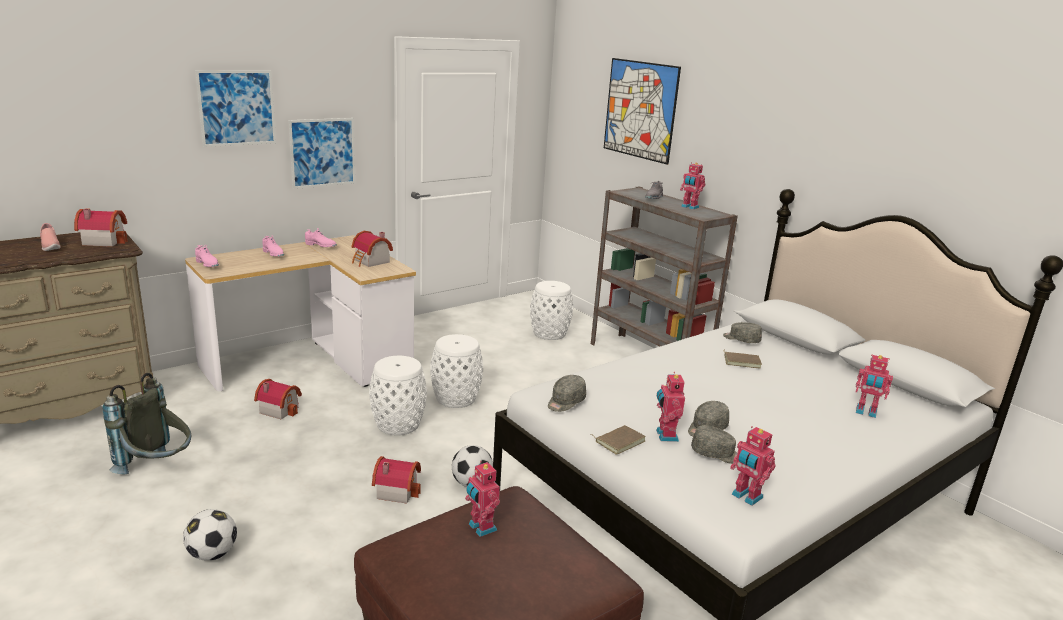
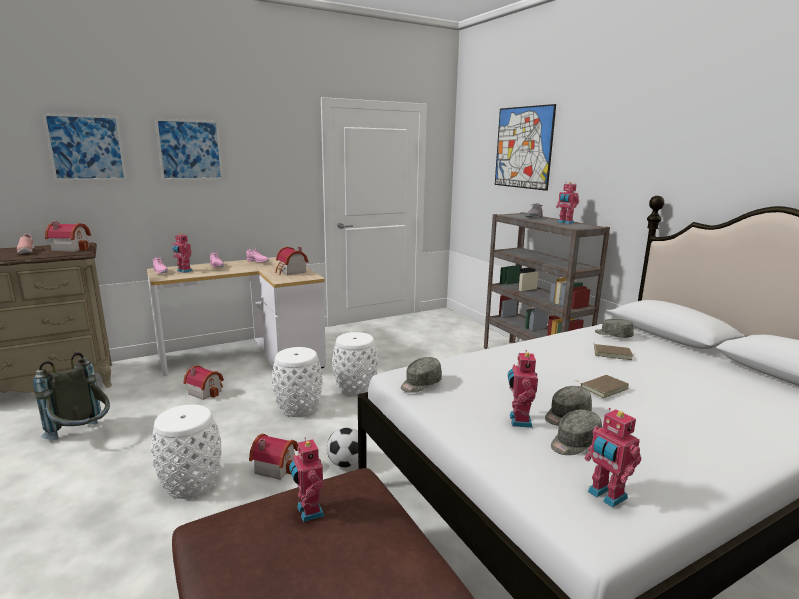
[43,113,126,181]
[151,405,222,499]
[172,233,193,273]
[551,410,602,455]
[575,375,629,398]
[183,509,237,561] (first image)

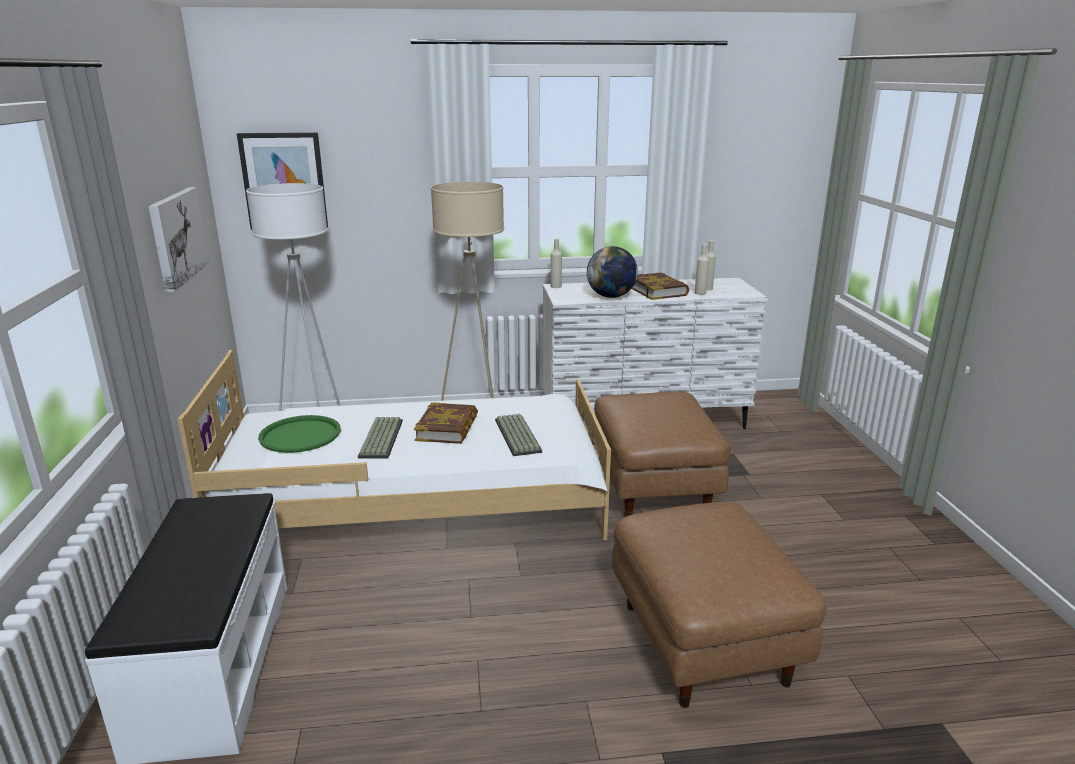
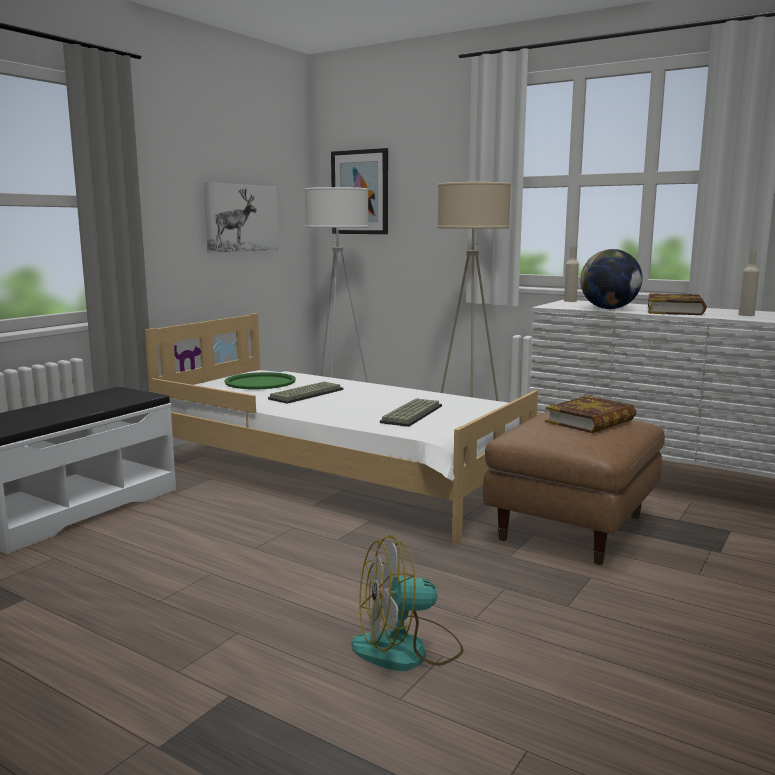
[352,535,464,671]
[545,395,636,433]
[695,244,709,295] (first image)

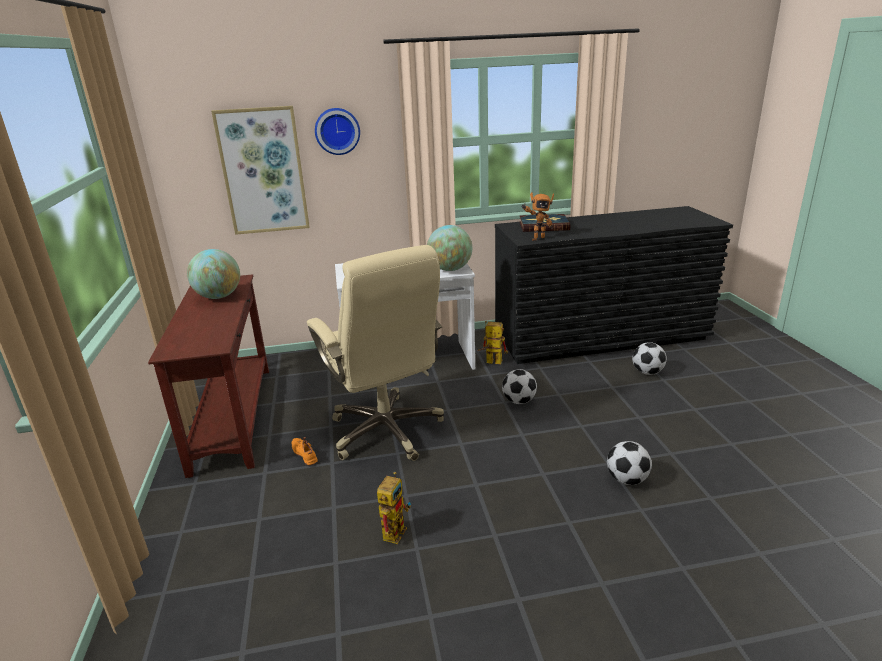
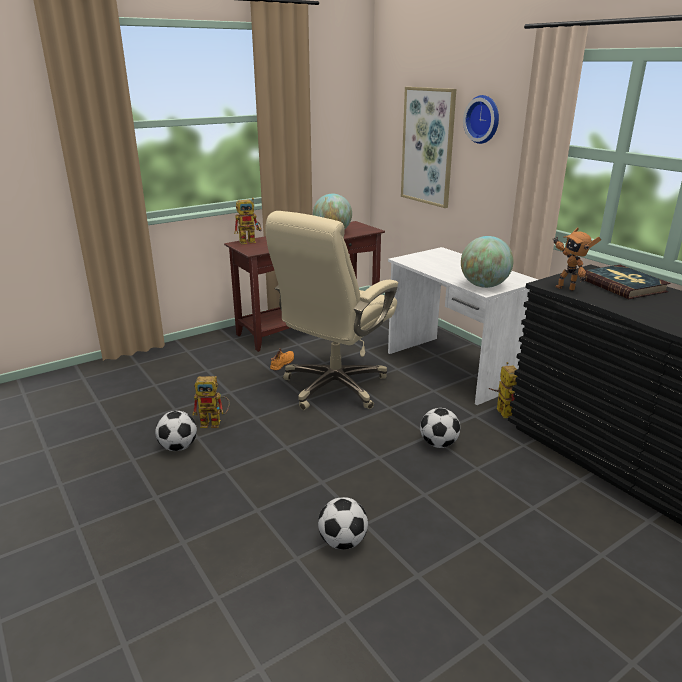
[155,411,197,451]
[234,198,262,244]

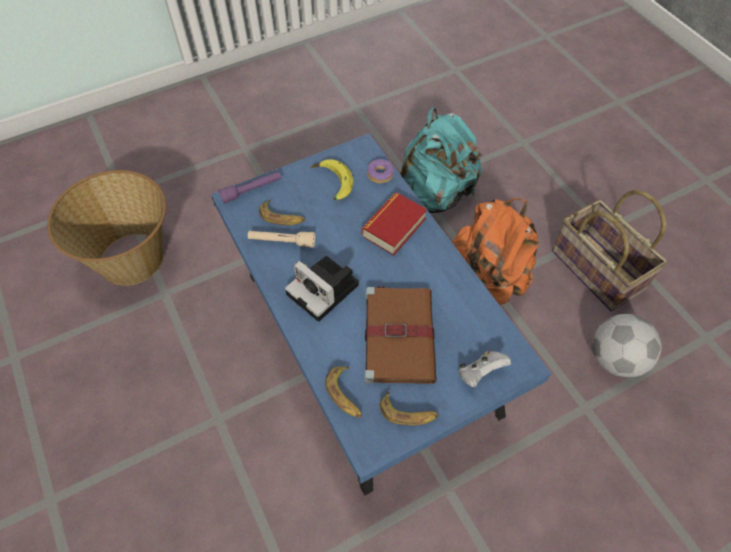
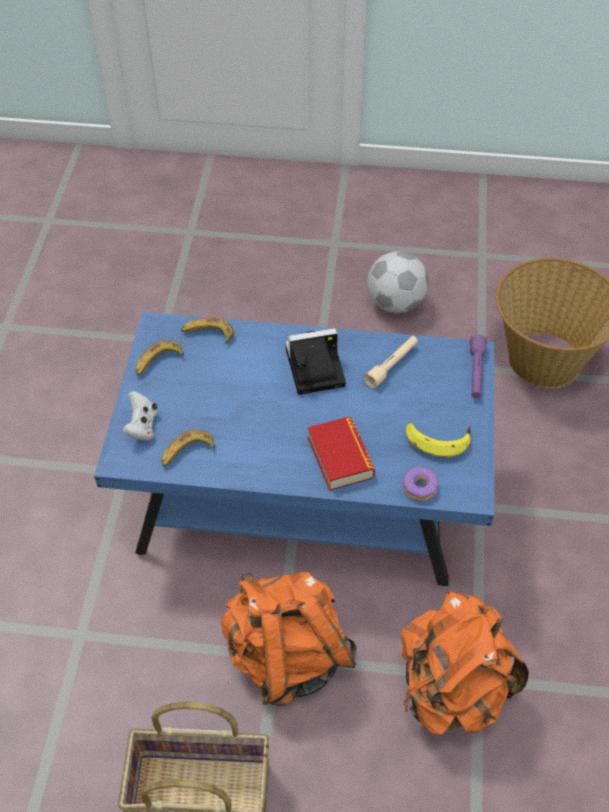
[162,430,215,467]
[367,251,429,313]
[401,591,529,735]
[365,285,436,384] (first image)

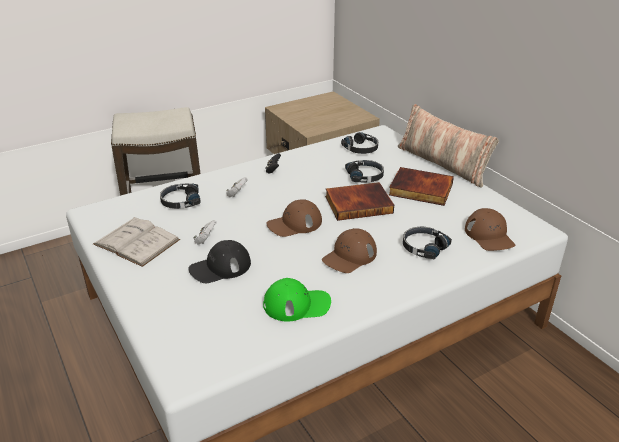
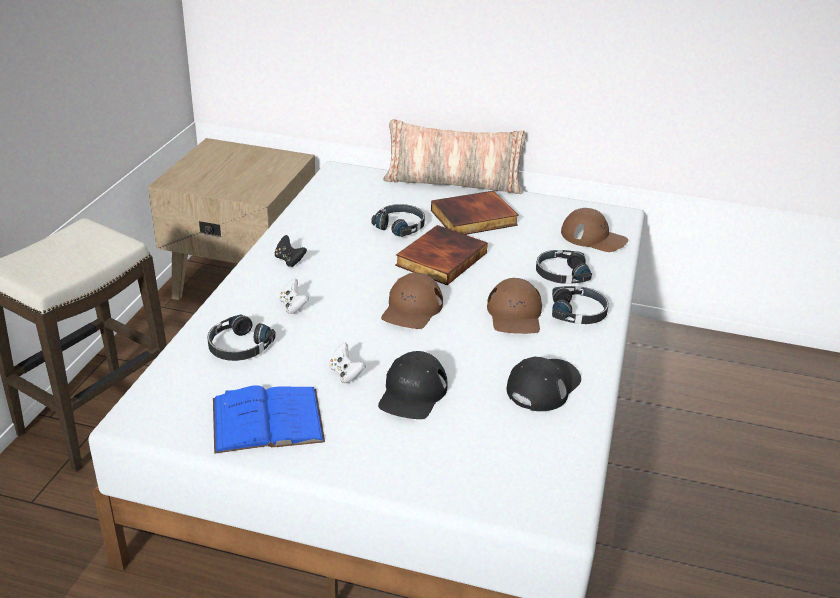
[213,385,325,454]
[507,356,581,411]
[552,286,609,324]

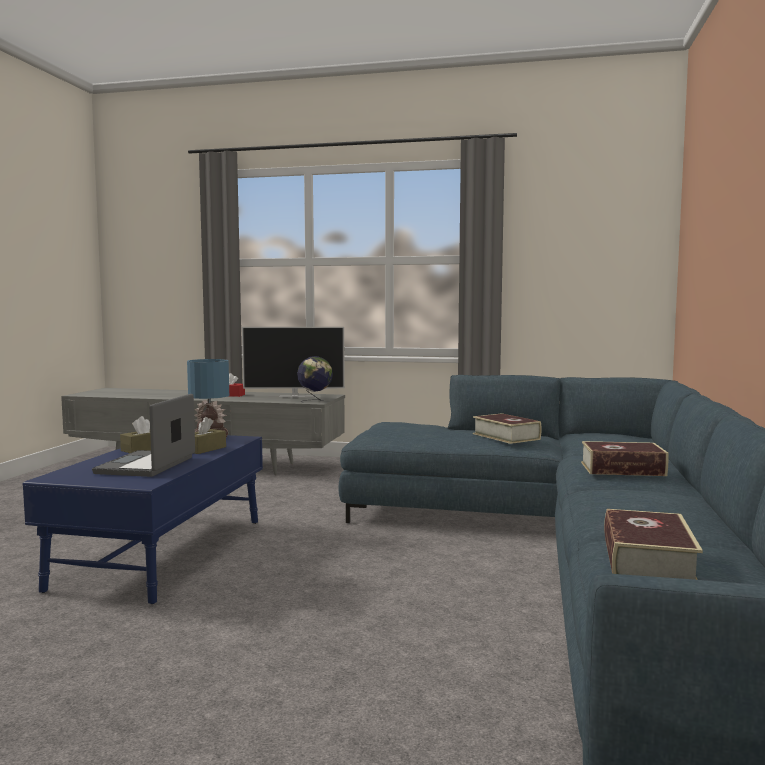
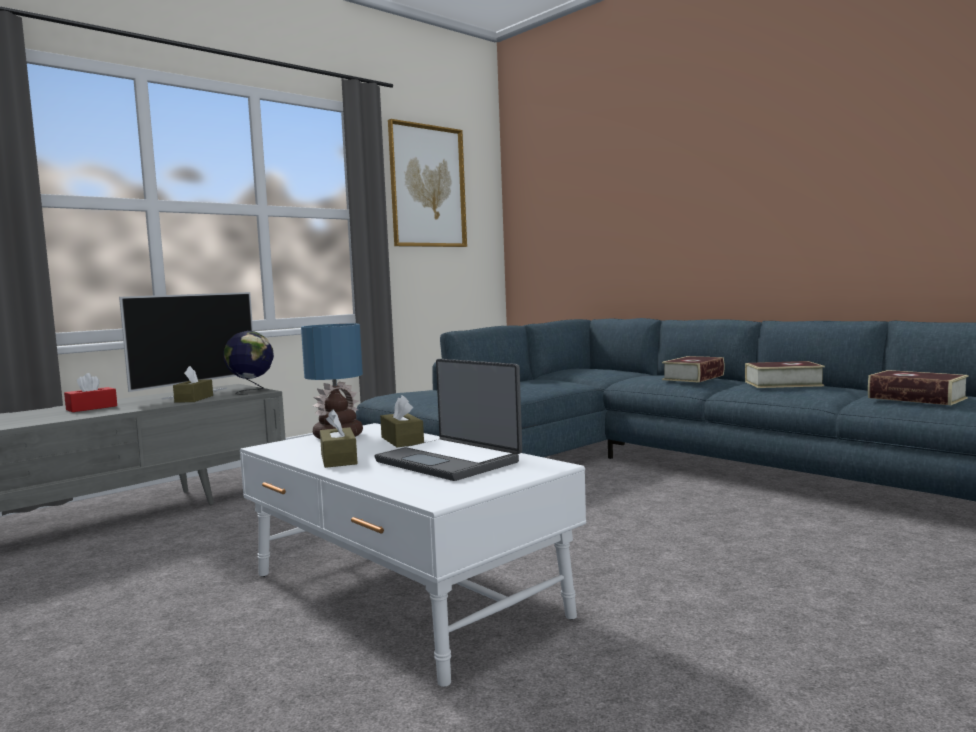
[173,366,213,403]
[240,423,586,687]
[388,119,467,247]
[745,361,825,388]

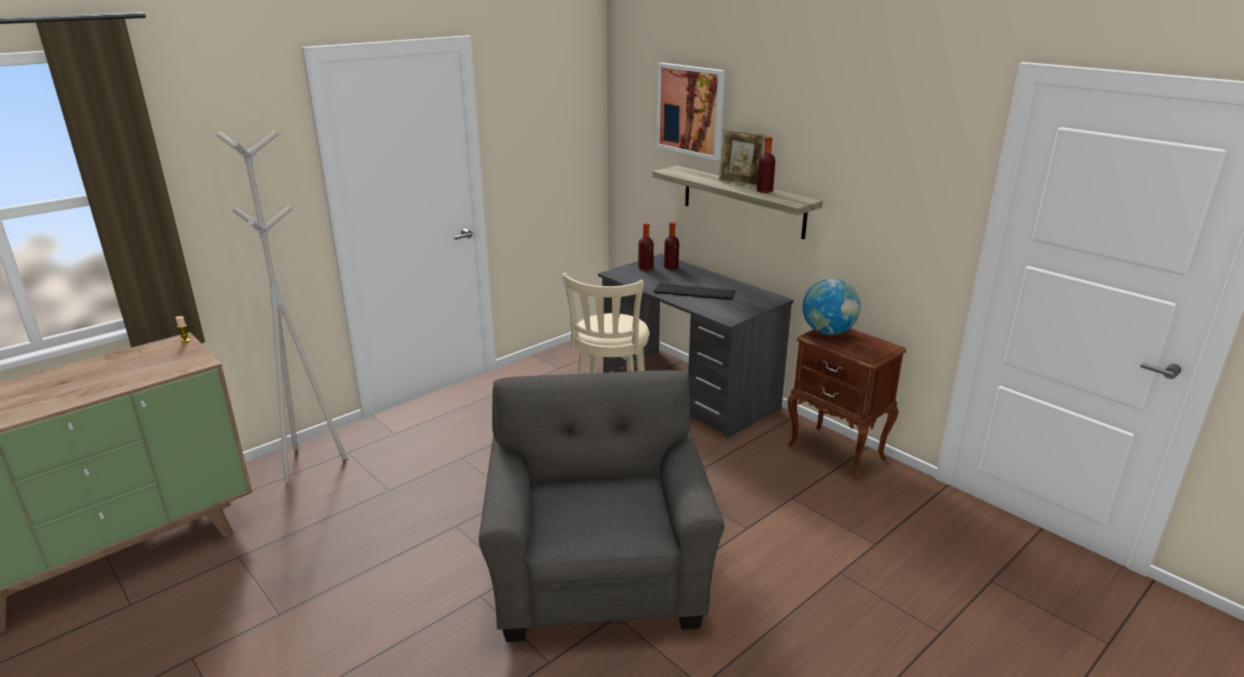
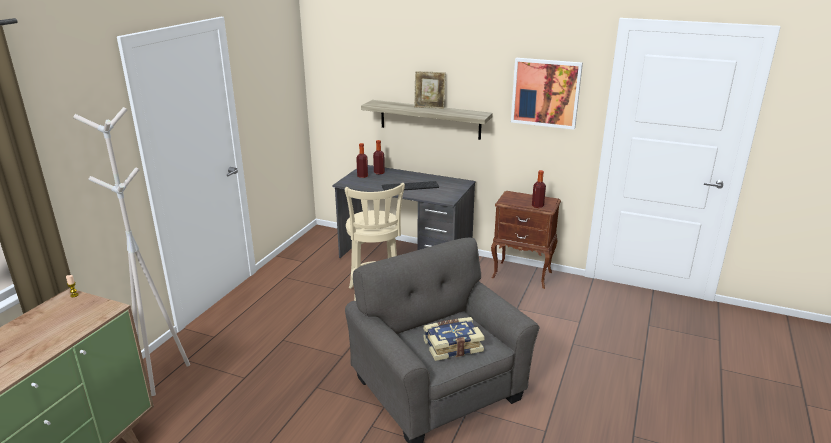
[423,317,485,361]
[511,58,583,130]
[532,170,546,208]
[802,278,861,335] (first image)

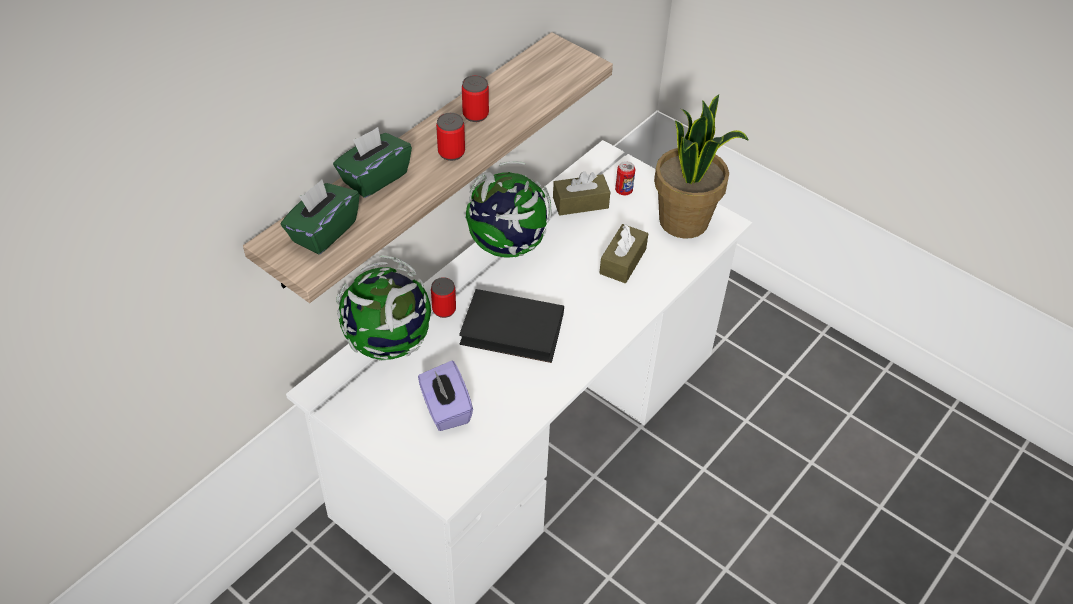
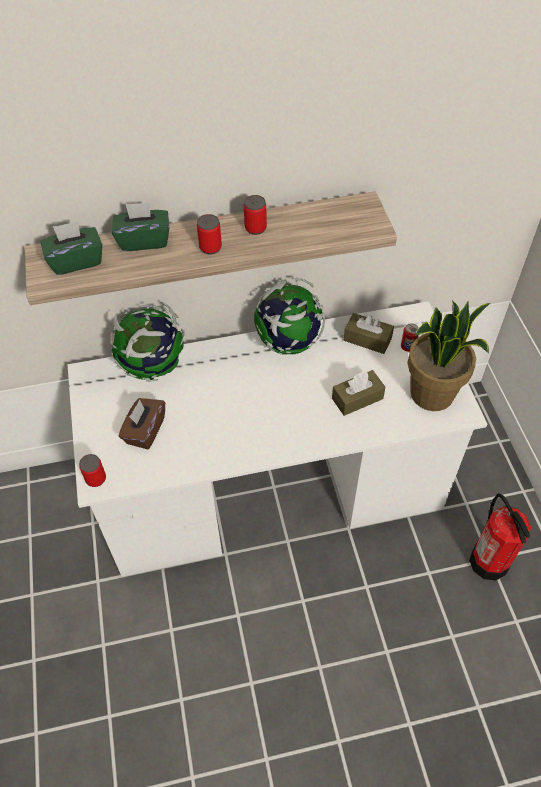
[79,454,106,487]
[119,398,165,449]
[469,493,531,580]
[459,289,564,363] (first image)

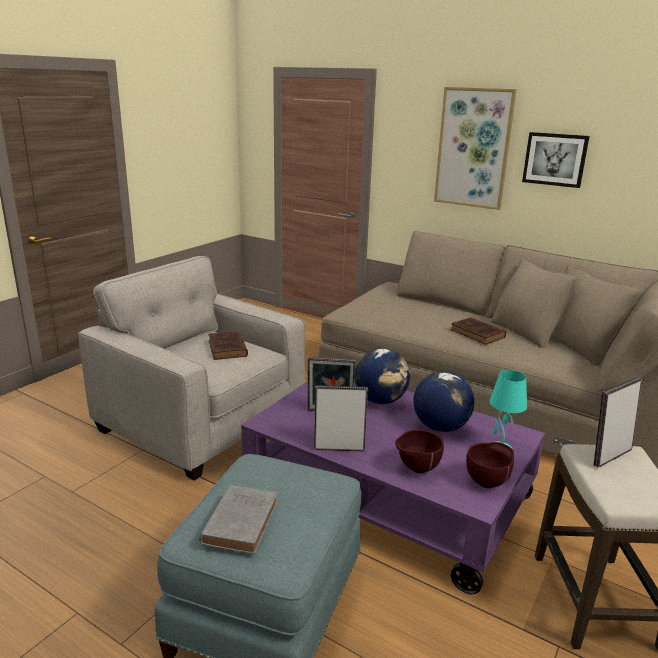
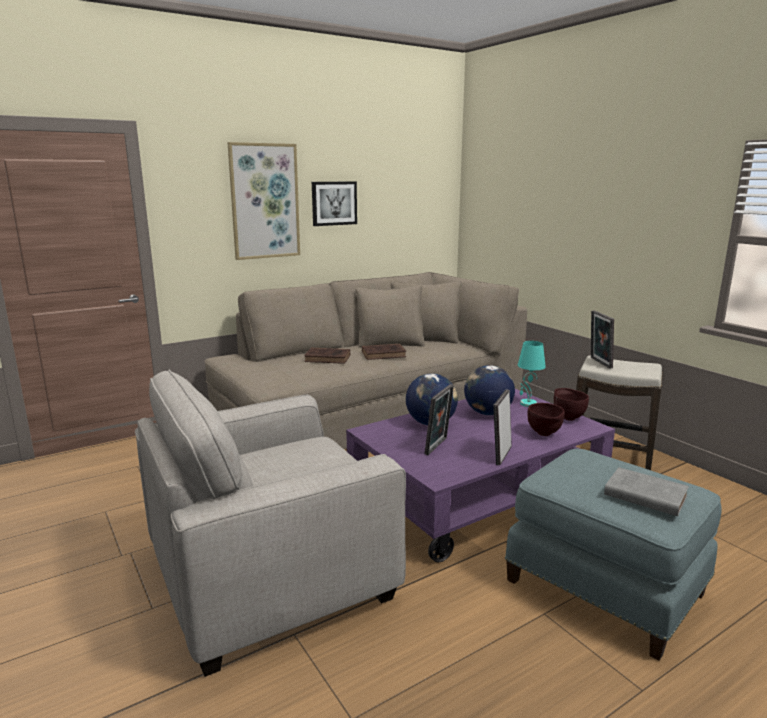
[304,348,350,364]

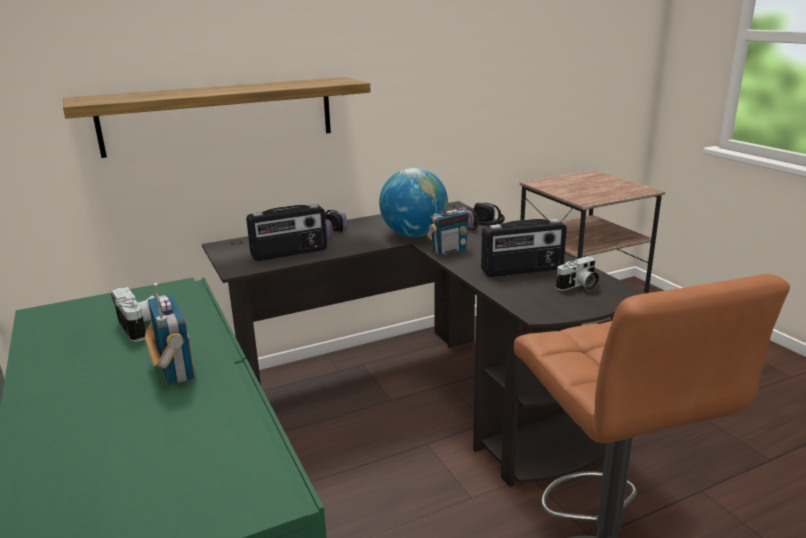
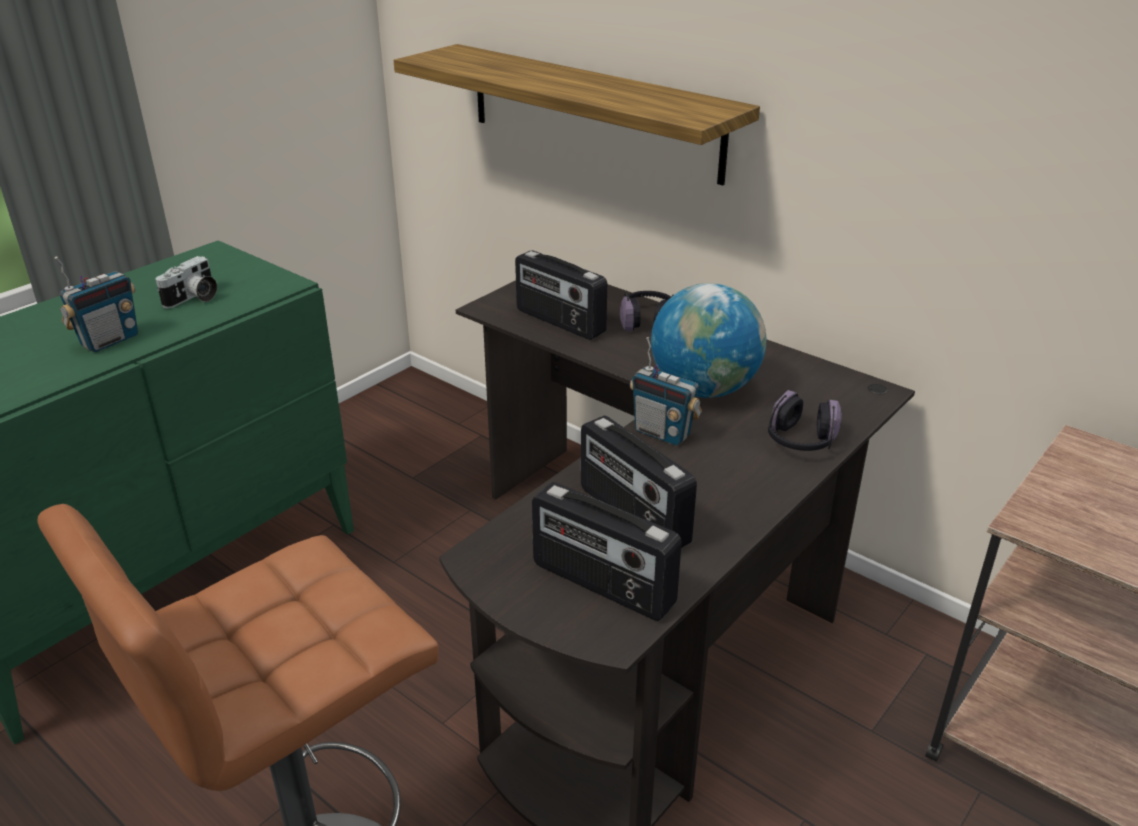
[532,482,682,621]

